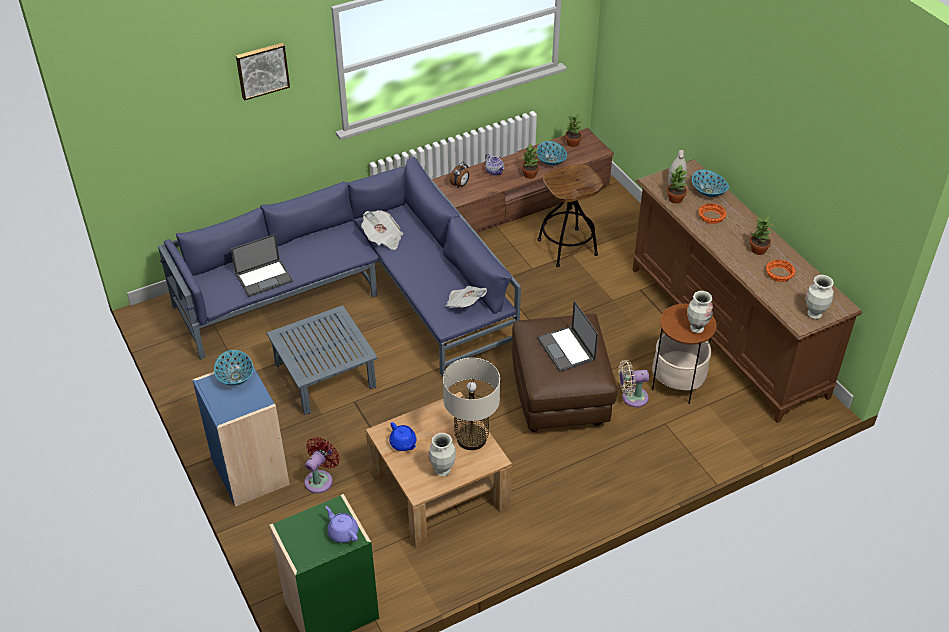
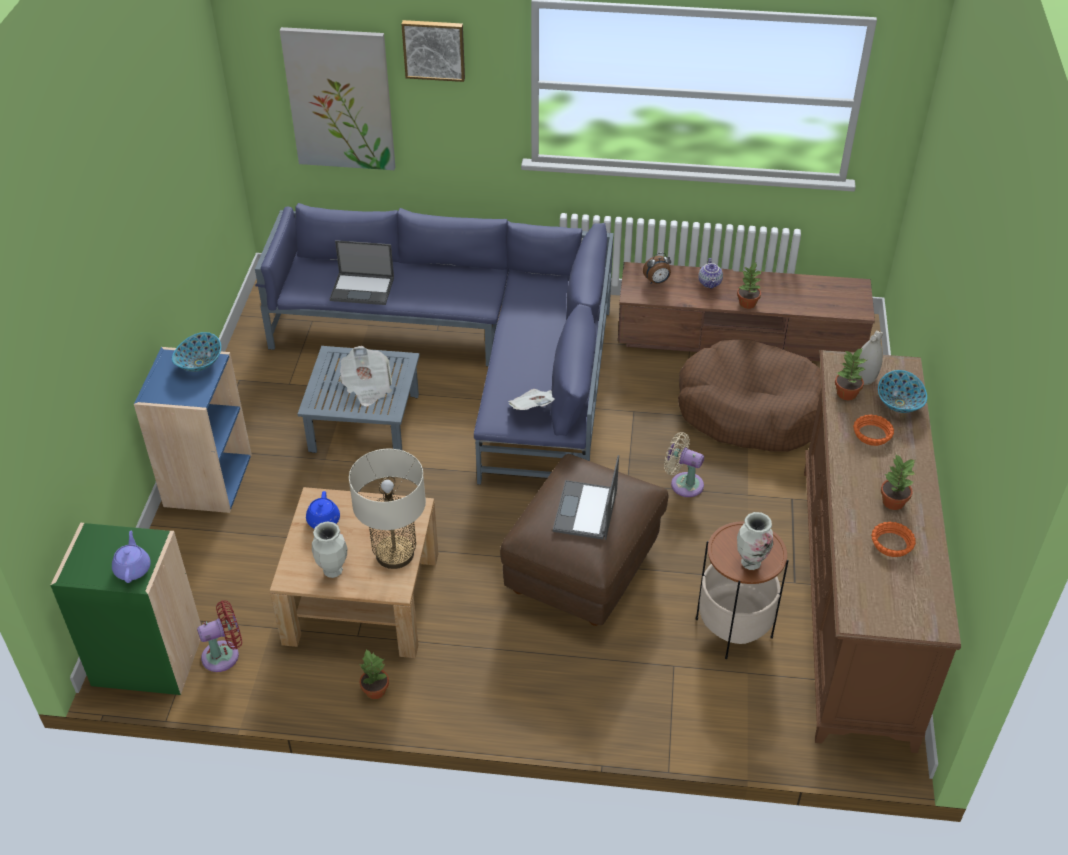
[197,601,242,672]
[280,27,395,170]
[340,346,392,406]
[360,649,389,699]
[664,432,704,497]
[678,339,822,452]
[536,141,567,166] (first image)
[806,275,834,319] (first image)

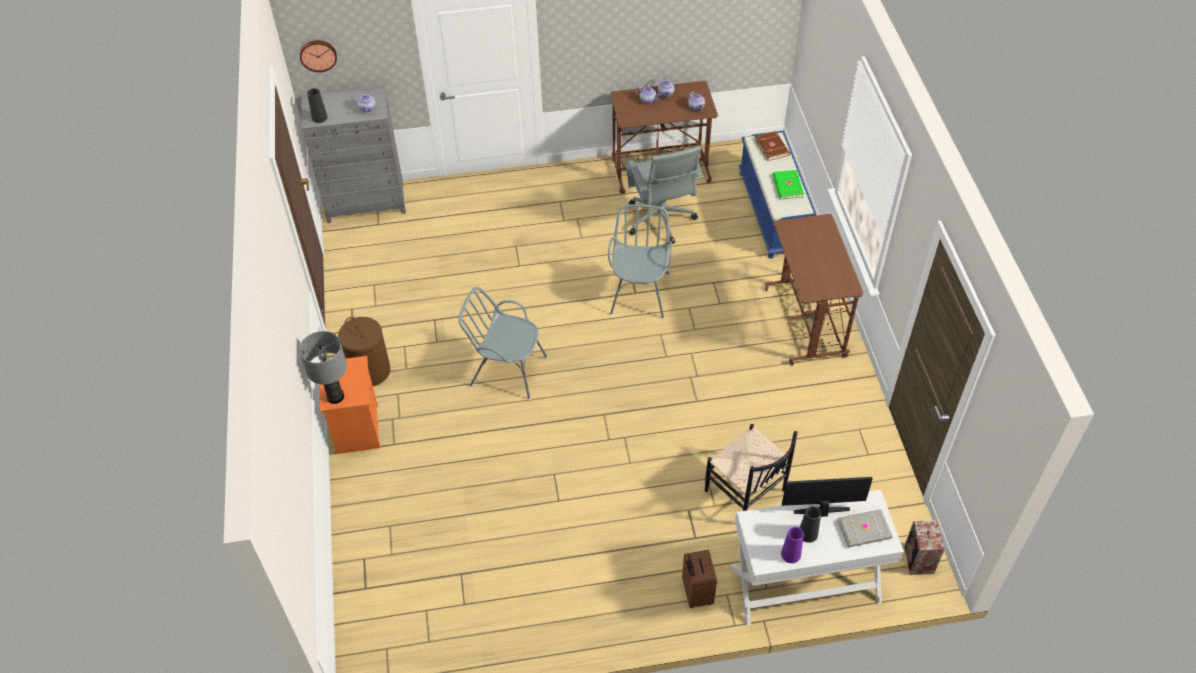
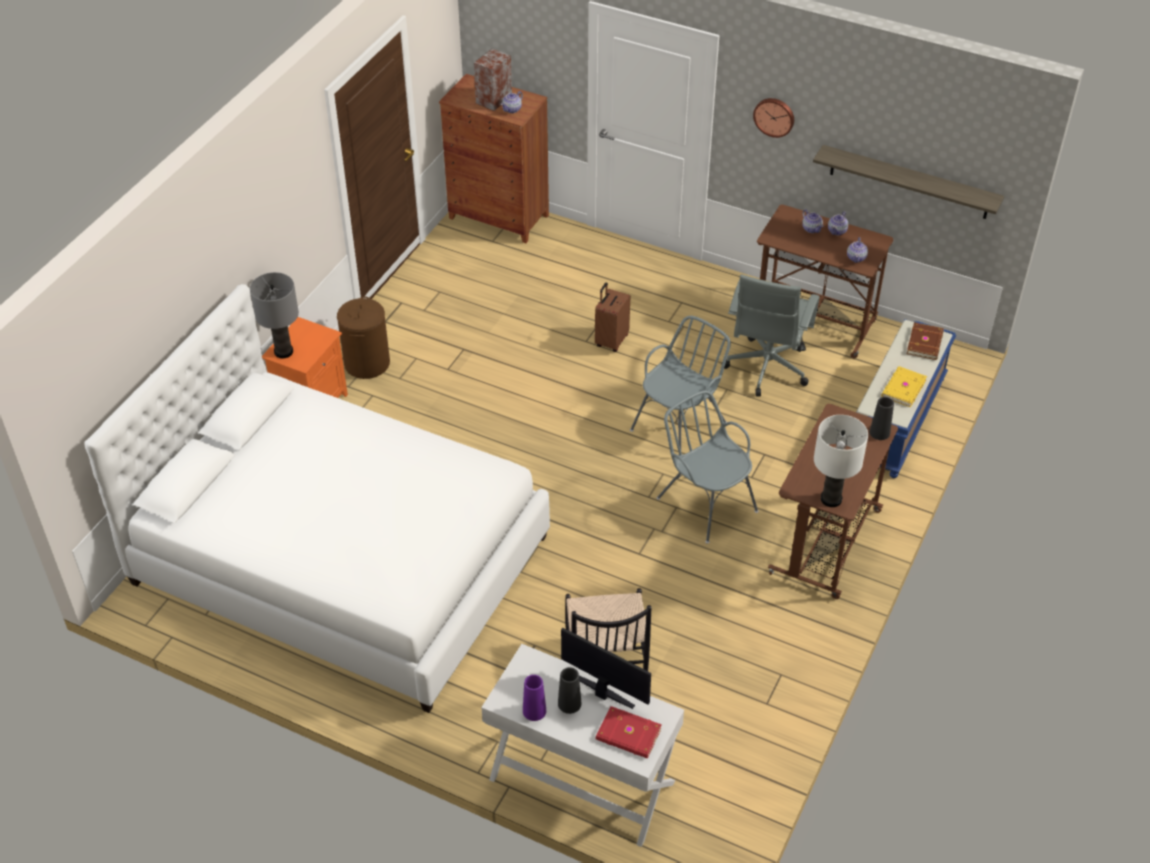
[85,284,550,713]
[439,74,549,243]
[474,49,512,111]
[595,283,630,352]
[596,706,662,759]
[656,390,759,544]
[753,98,794,138]
[813,145,1004,219]
[814,415,868,507]
[870,397,894,440]
[881,366,927,407]

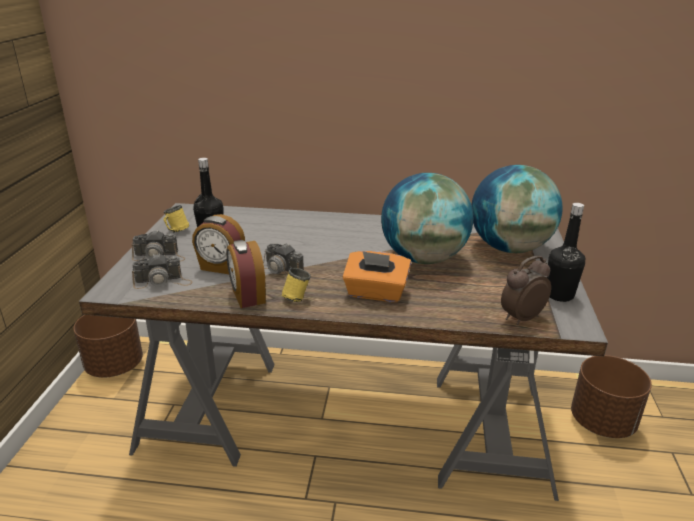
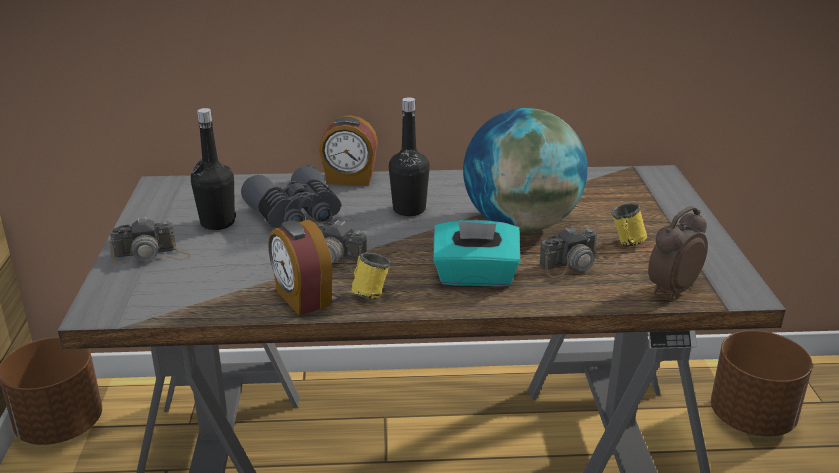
[241,165,341,228]
[319,115,378,186]
[389,97,430,216]
[433,220,520,287]
[539,227,619,277]
[611,203,647,246]
[471,165,563,253] (first image)

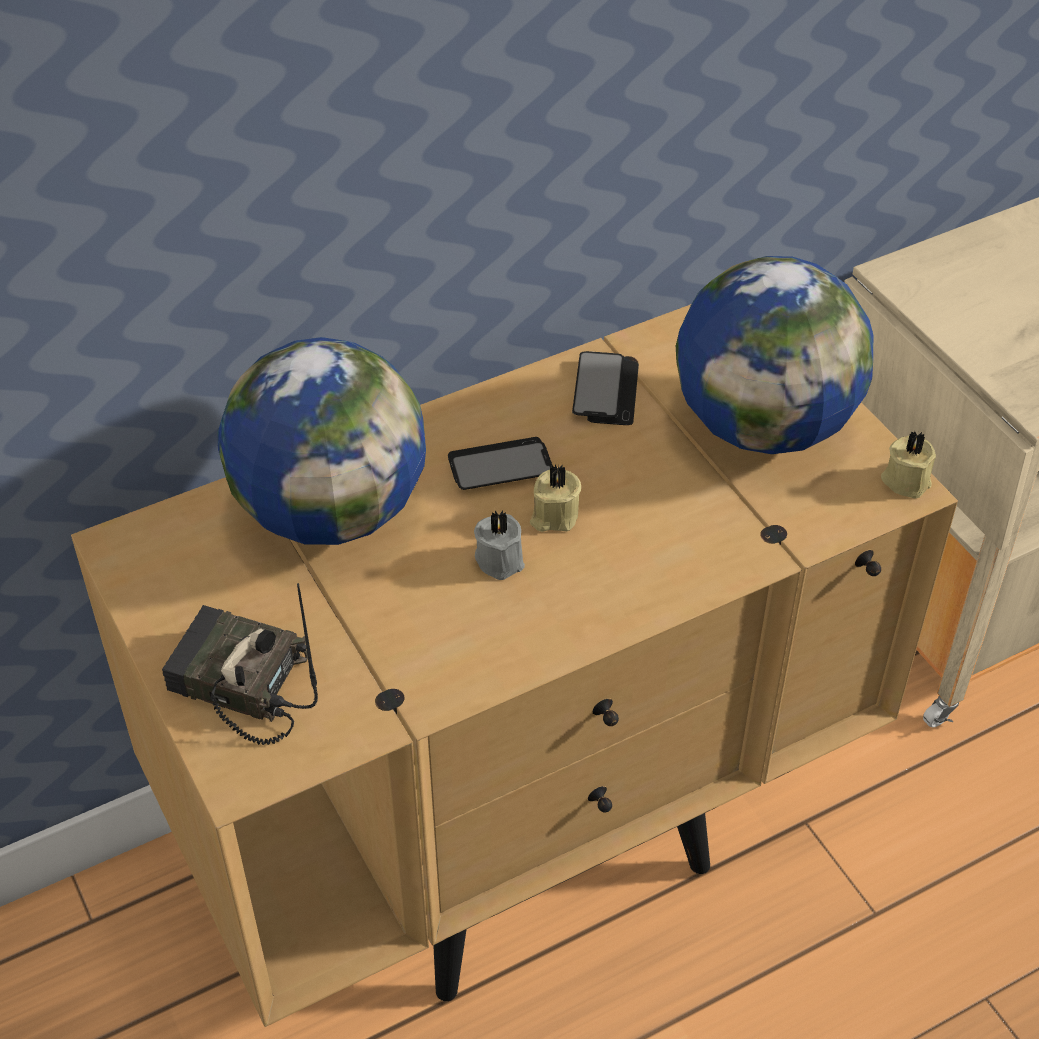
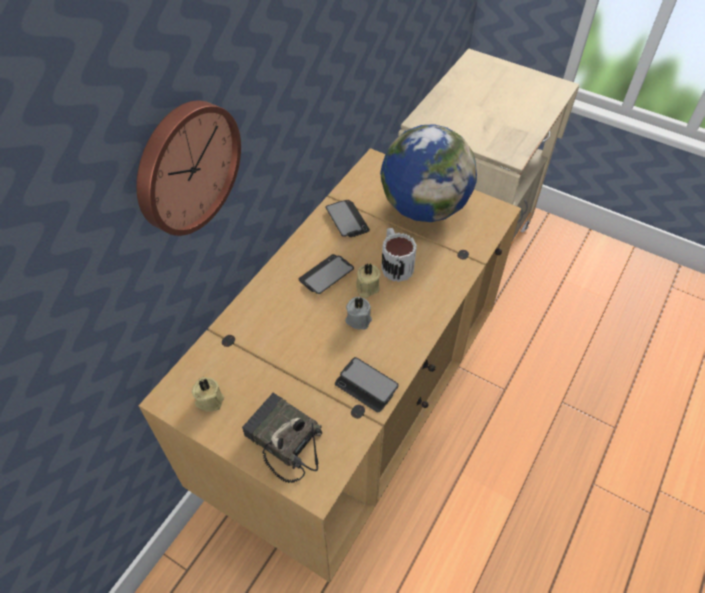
[136,100,241,236]
[192,377,224,412]
[242,393,322,483]
[335,357,399,412]
[381,228,417,282]
[218,337,426,545] (first image)

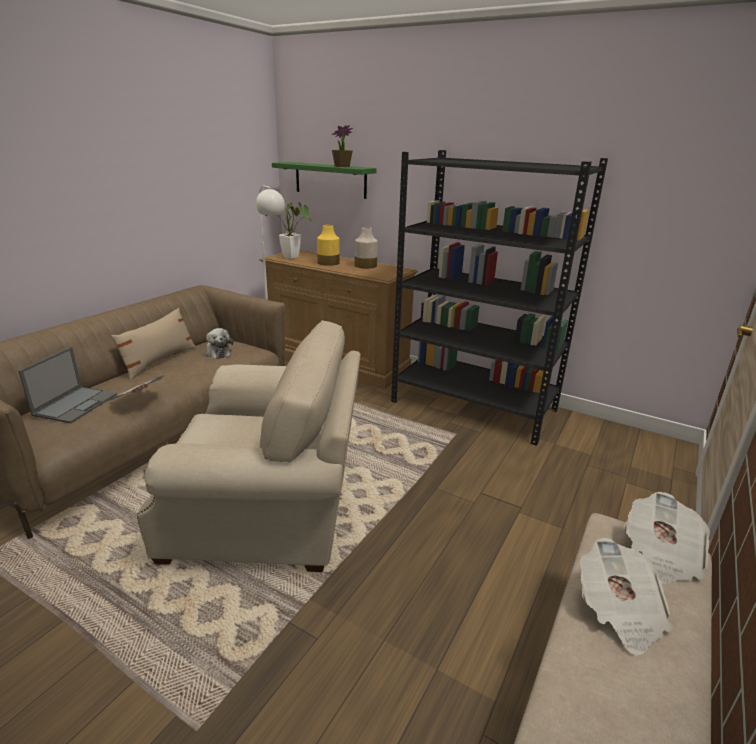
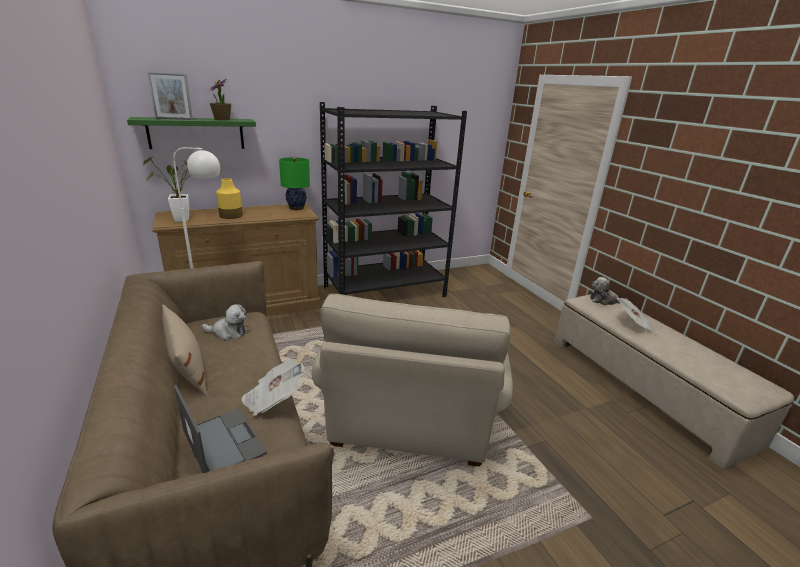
[148,72,193,120]
[279,157,310,210]
[311,294,513,466]
[590,277,628,305]
[355,227,378,269] (first image)

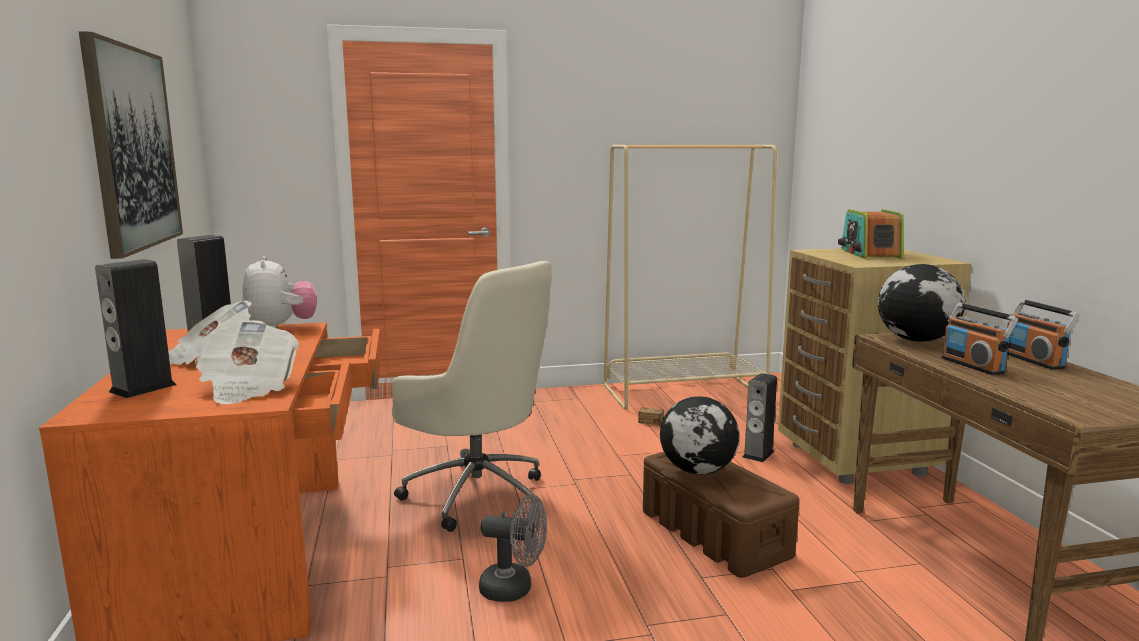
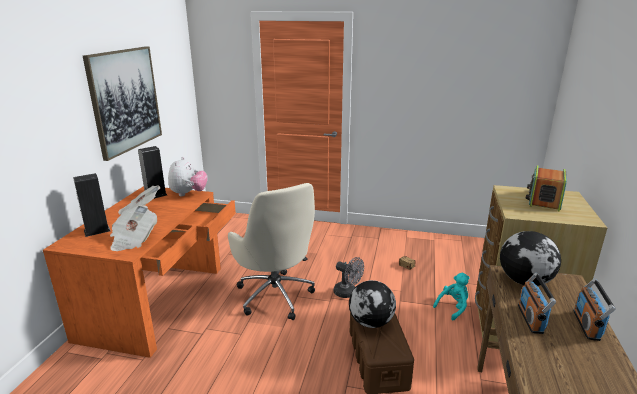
[334,257,364,298]
[433,273,470,320]
[604,145,777,410] (first image)

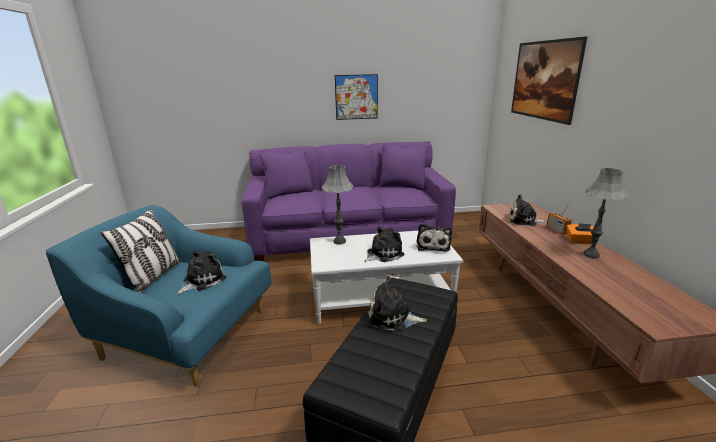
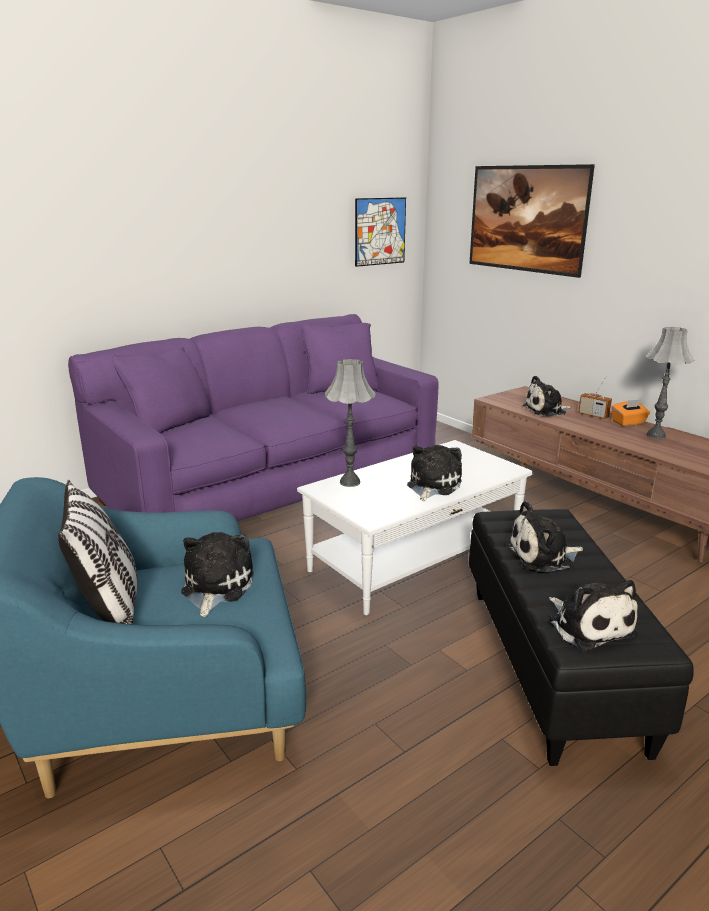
[355,197,406,267]
[549,580,638,651]

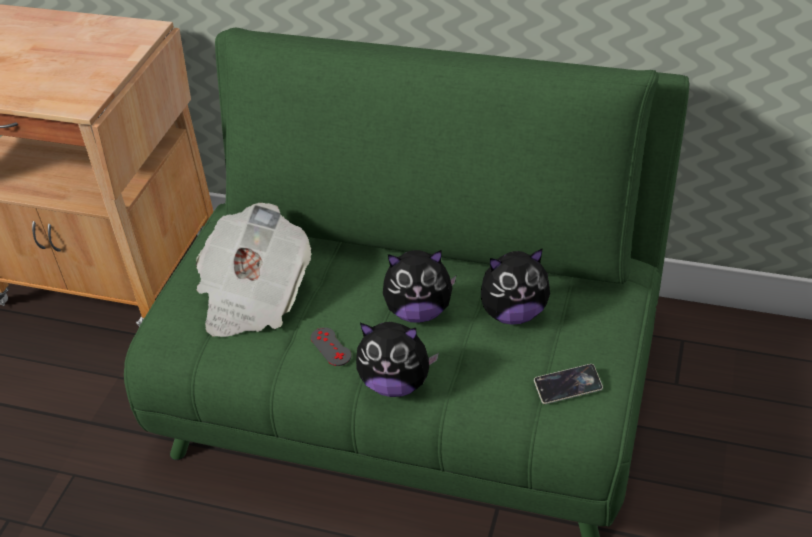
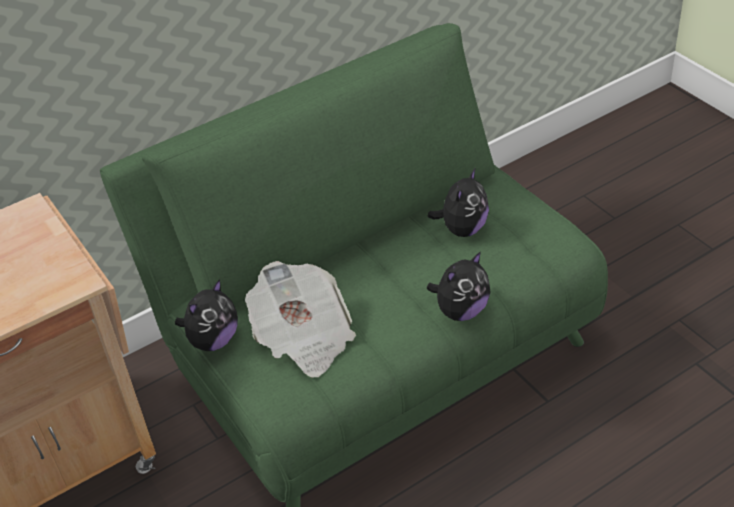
[175,279,238,351]
[311,327,352,366] (first image)
[534,364,603,404] (first image)

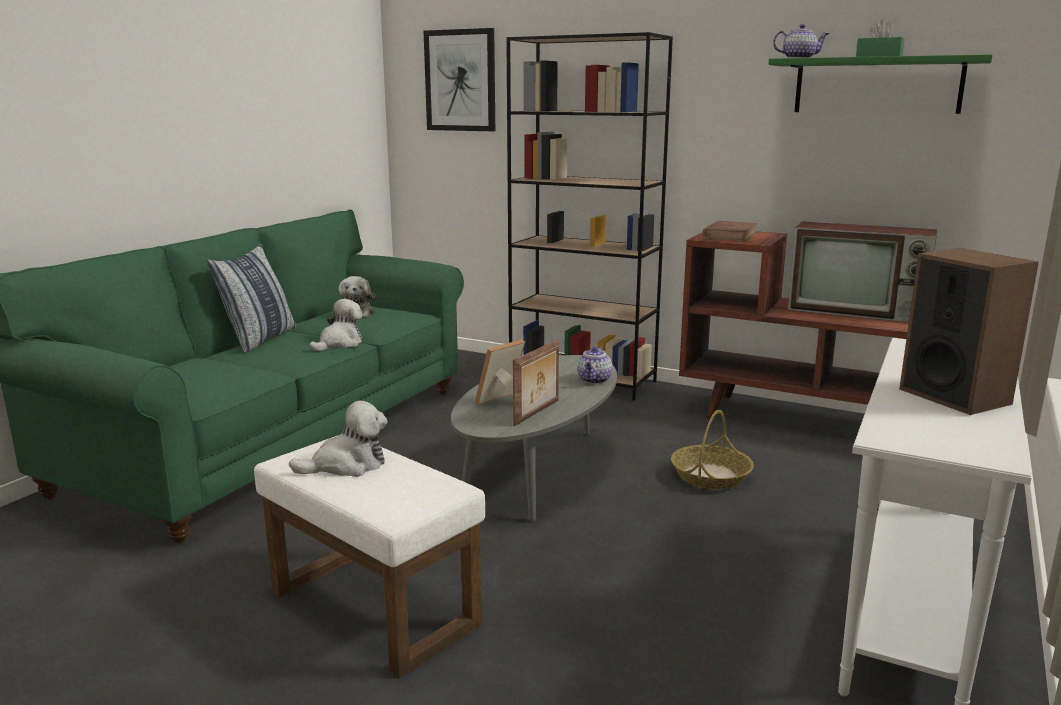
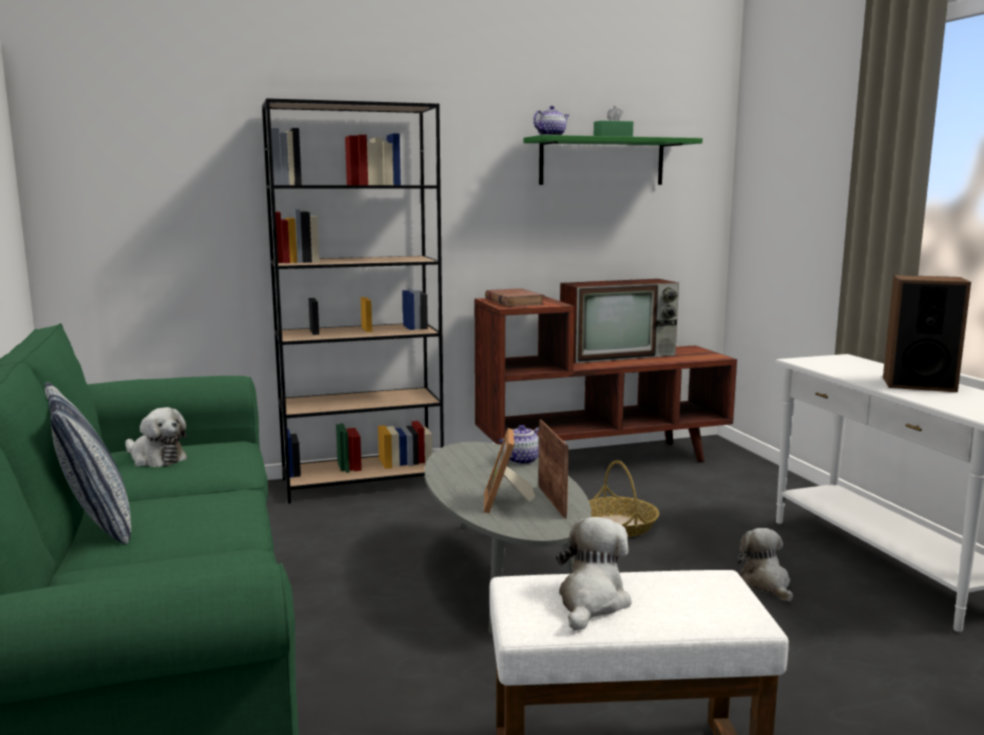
[498,425,539,464]
[737,528,793,602]
[424,28,495,131] (first image)

